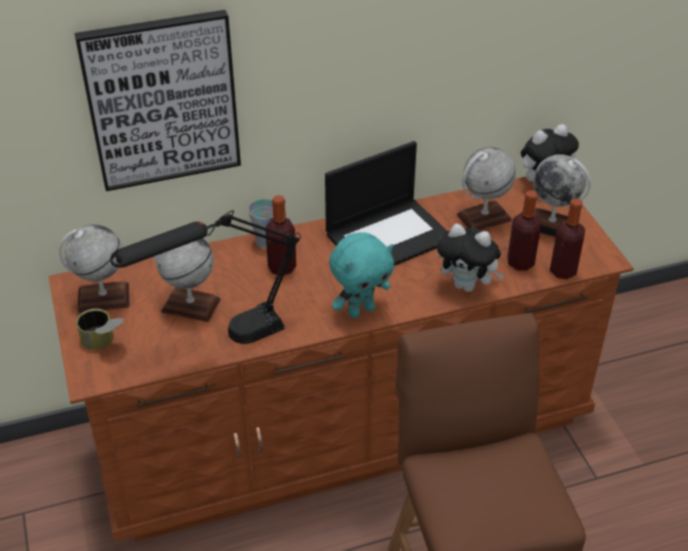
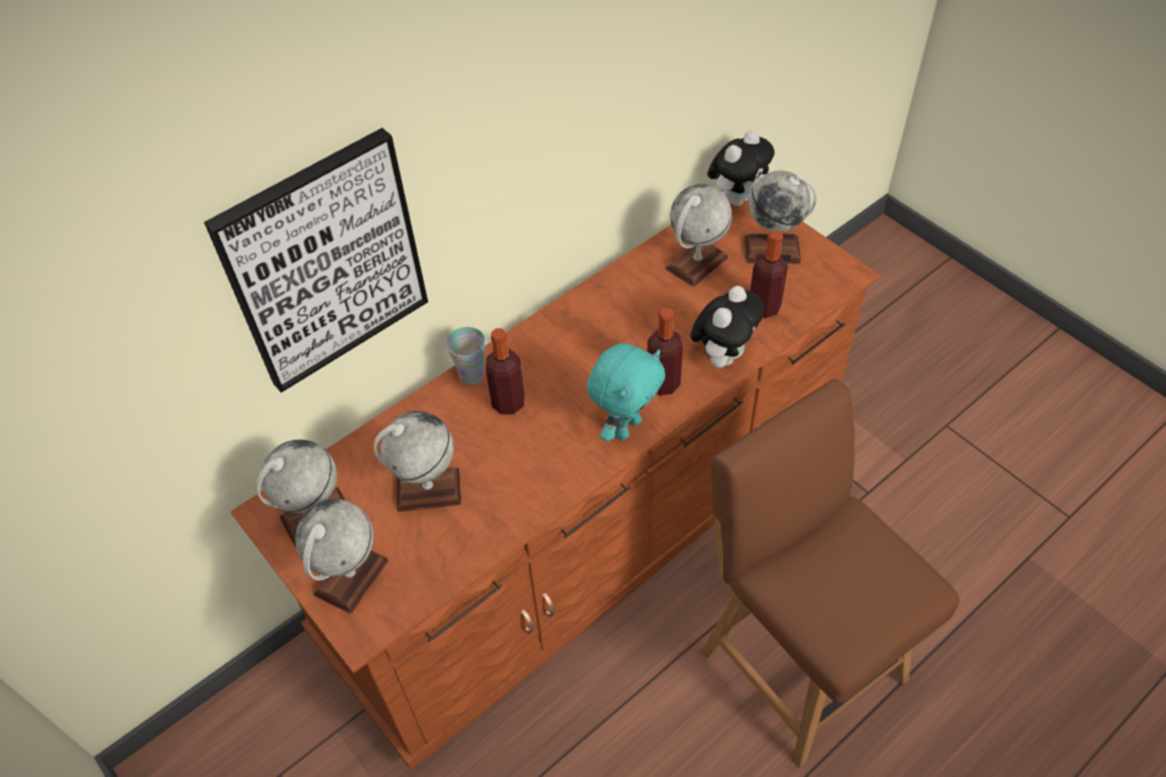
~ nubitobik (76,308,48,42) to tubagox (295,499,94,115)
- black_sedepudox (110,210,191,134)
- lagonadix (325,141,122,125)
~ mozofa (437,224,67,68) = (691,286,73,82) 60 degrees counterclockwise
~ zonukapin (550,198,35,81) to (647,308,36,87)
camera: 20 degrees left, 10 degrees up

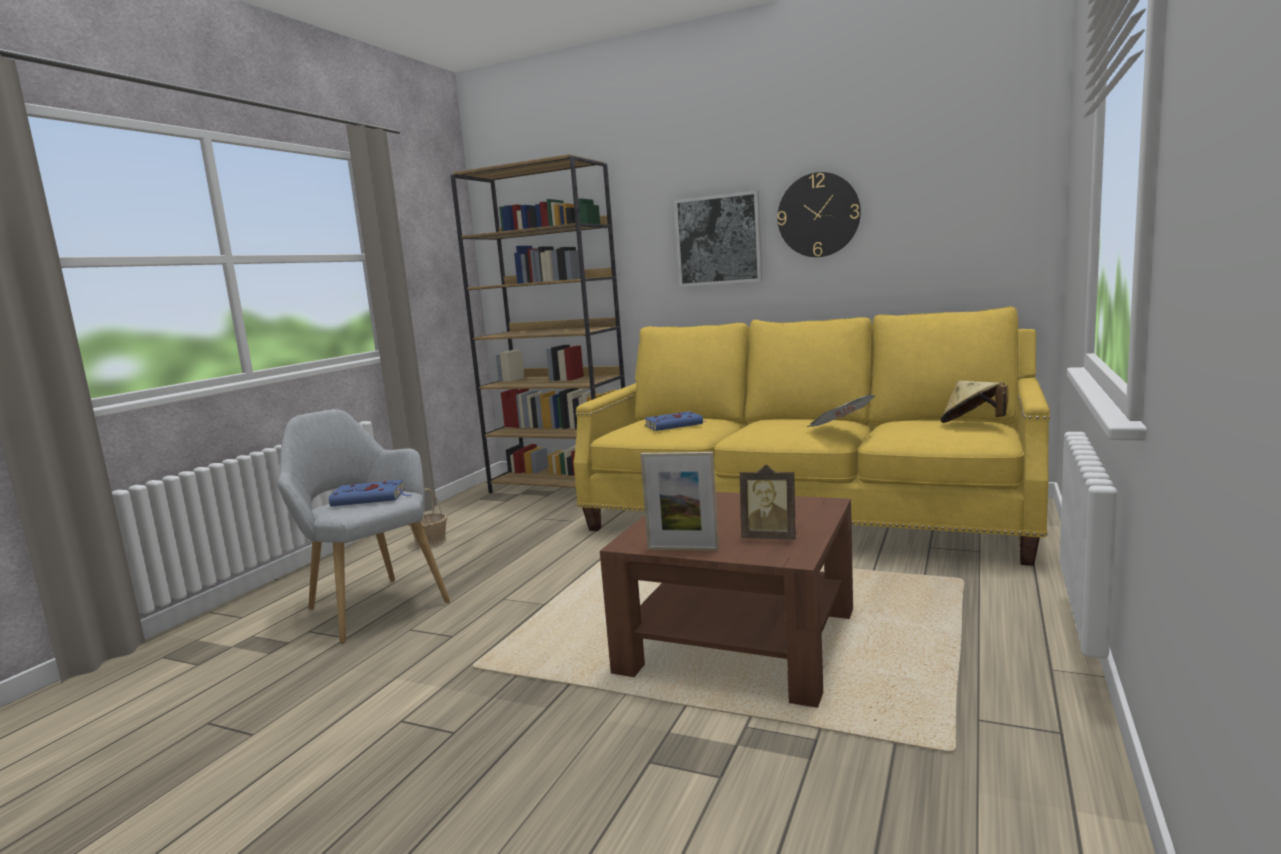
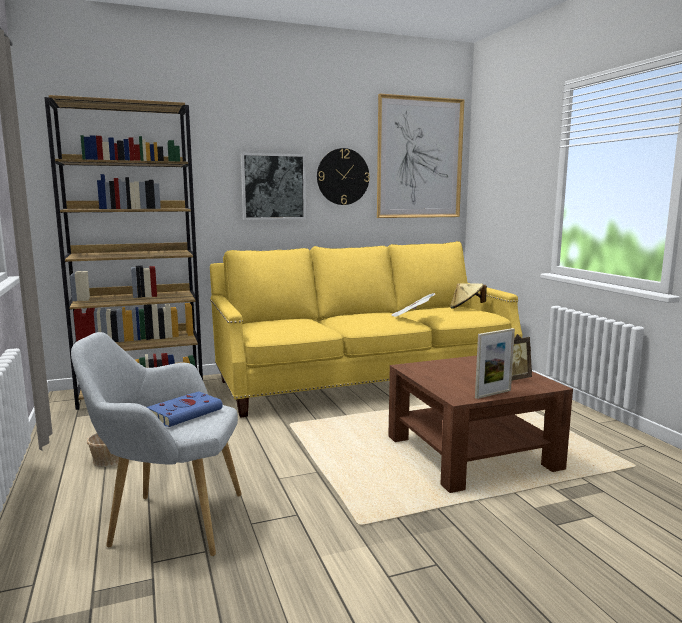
- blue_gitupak (645,411,62,20)
+ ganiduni (377,94,87,124)
camera: 45 degrees left, 0 degrees up

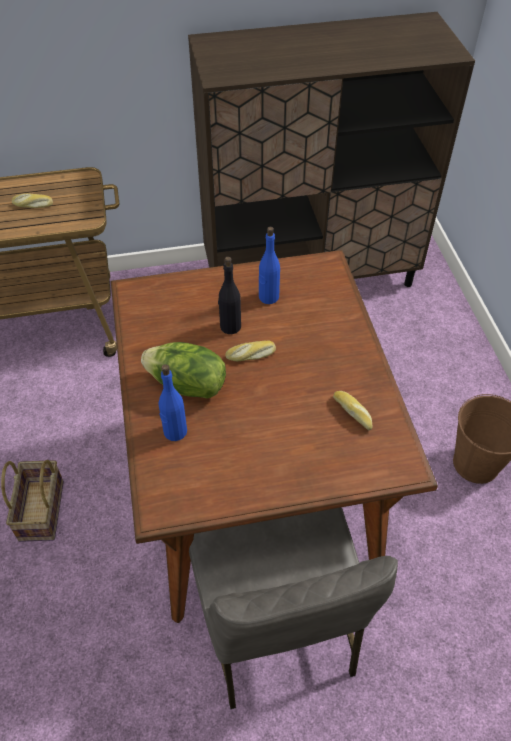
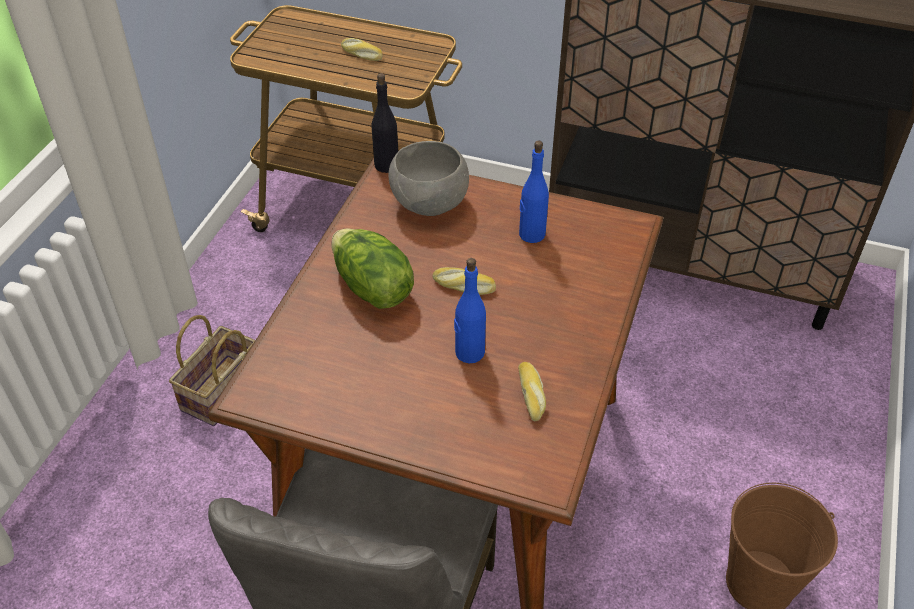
~ blue_zonukapin (159,364,28,77) to (454,258,32,105)
~ black_zonukapin (218,257,23,77) to (372,73,26,100)
+ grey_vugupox (388,141,81,75)
camera: 30 degrees right, 5 degrees down

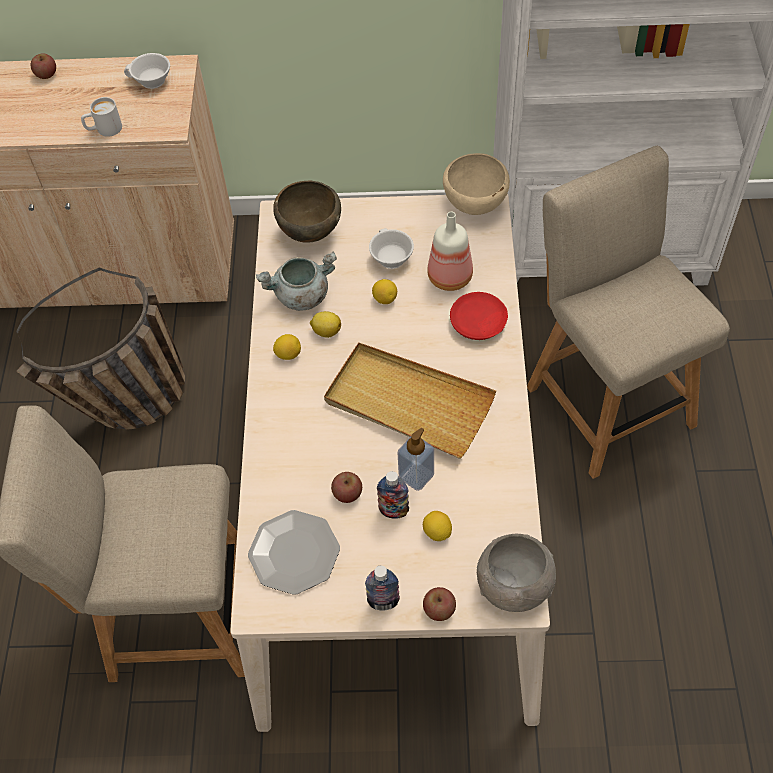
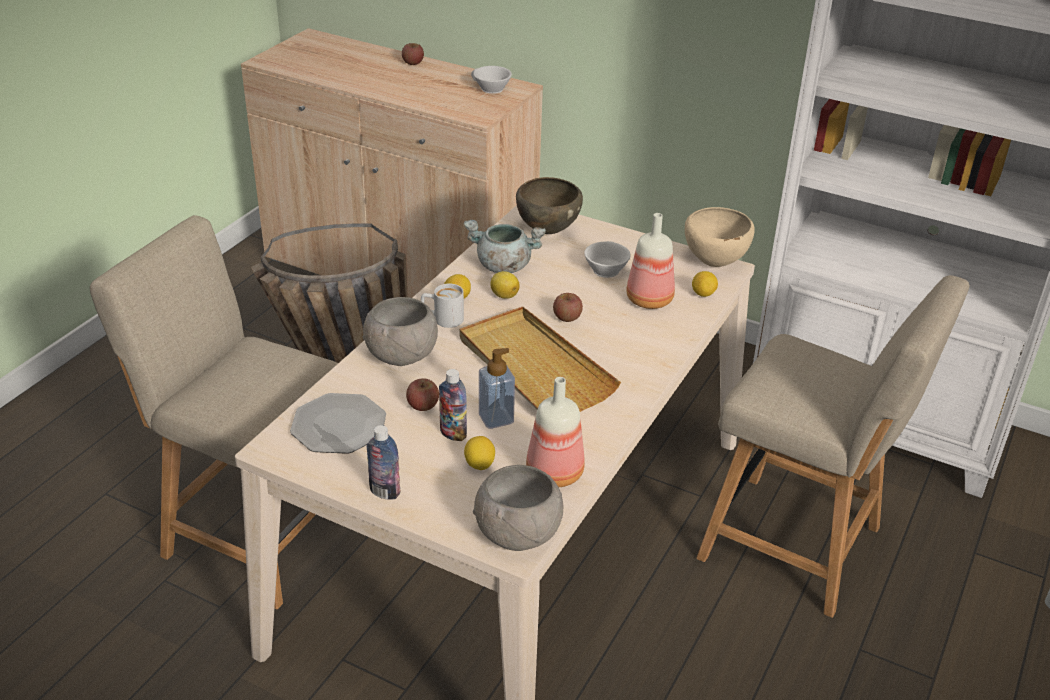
~ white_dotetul (81,97,41,40) to (421,283,43,45)
~ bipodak (372,279,25,25) to (692,271,26,26)
~ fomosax (423,587,33,34) to (553,293,30,29)
- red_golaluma (450,292,58,48)
~ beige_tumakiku (527,146,203,333) = (696,275,274,343) 120 degrees clockwise
+ grey_vugupox (362,297,76,69)
+ zonukapin (526,377,59,110)
camera: 25 degrees right, 20 degrees down

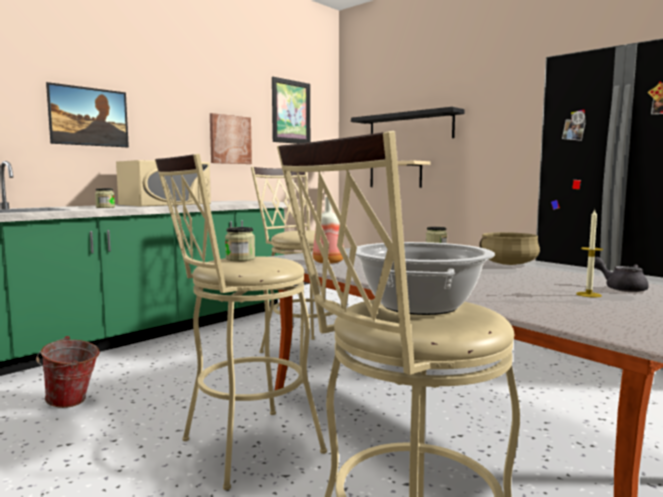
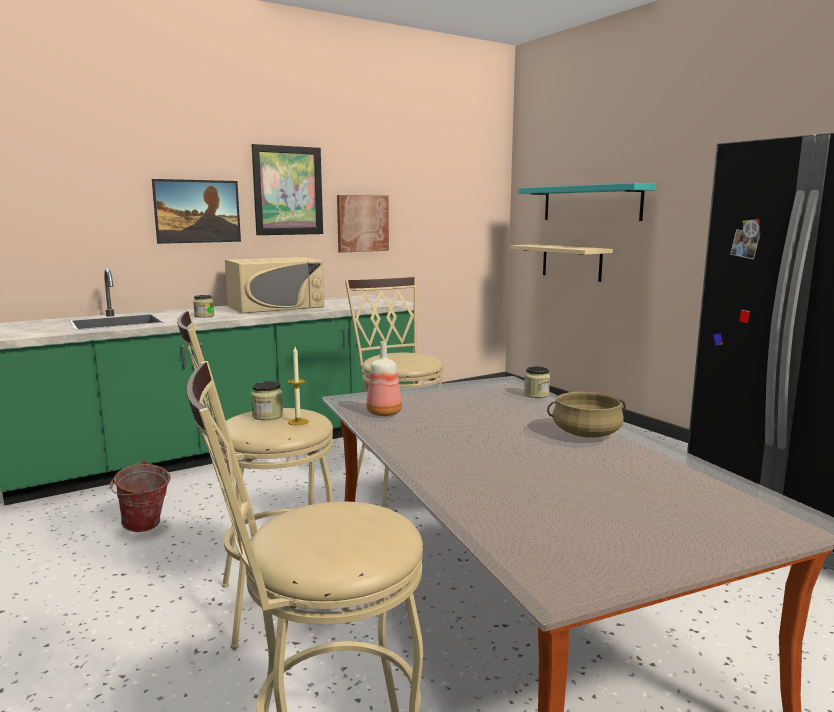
~ ganiduni (272,77,38,67) to (251,144,72,91)
~ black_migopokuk (351,107,114,31) to turquoise_migopokuk (519,183,137,38)
- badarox (355,242,140,73)
~ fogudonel (576,210,27,88) to (287,347,22,78)
- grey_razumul (594,257,55,35)
camera: 15 degrees right, 5 degrees up

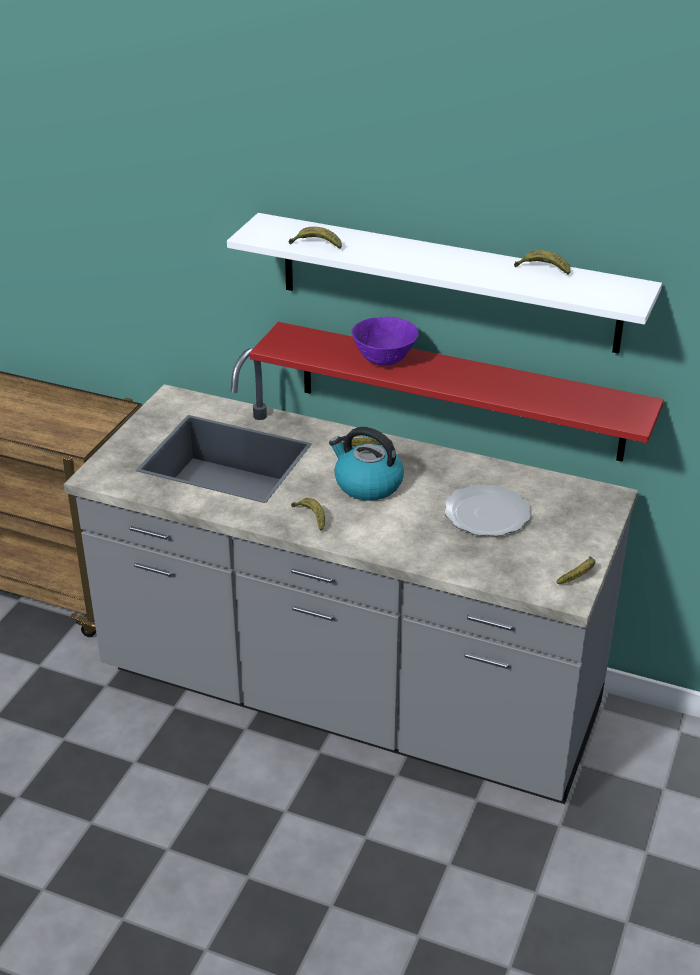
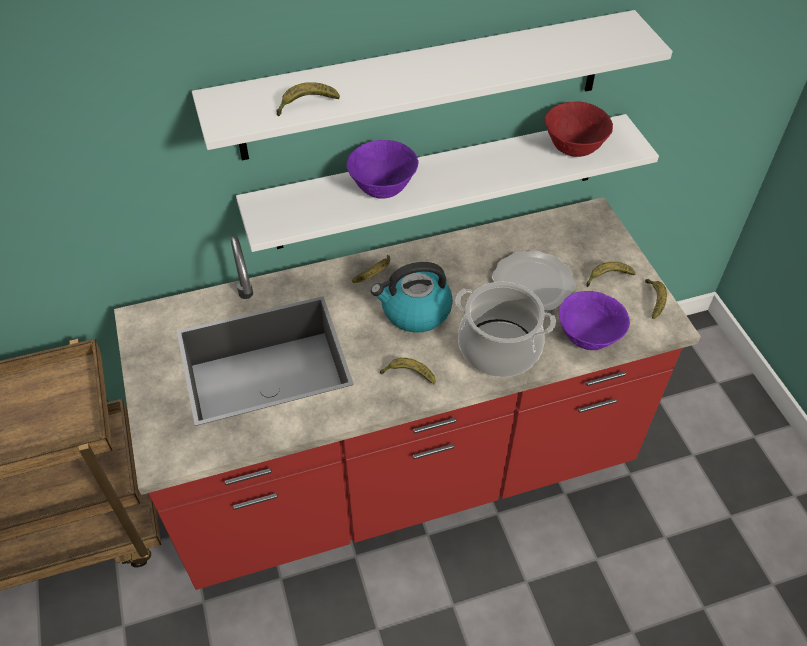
~ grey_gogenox (64,348,574,456) to red_gogenox (114,197,587,393)
~ red_migopokuk (249,322,415,140) to white_migopokuk (236,114,423,138)
~ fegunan (514,250,56,25) to (587,262,48,25)
+ badarox (455,282,101,95)
+ red_vugupox (545,101,68,56)
+ purple_vugupox (559,291,71,59)
camera: 40 degrees left, 15 degrees up

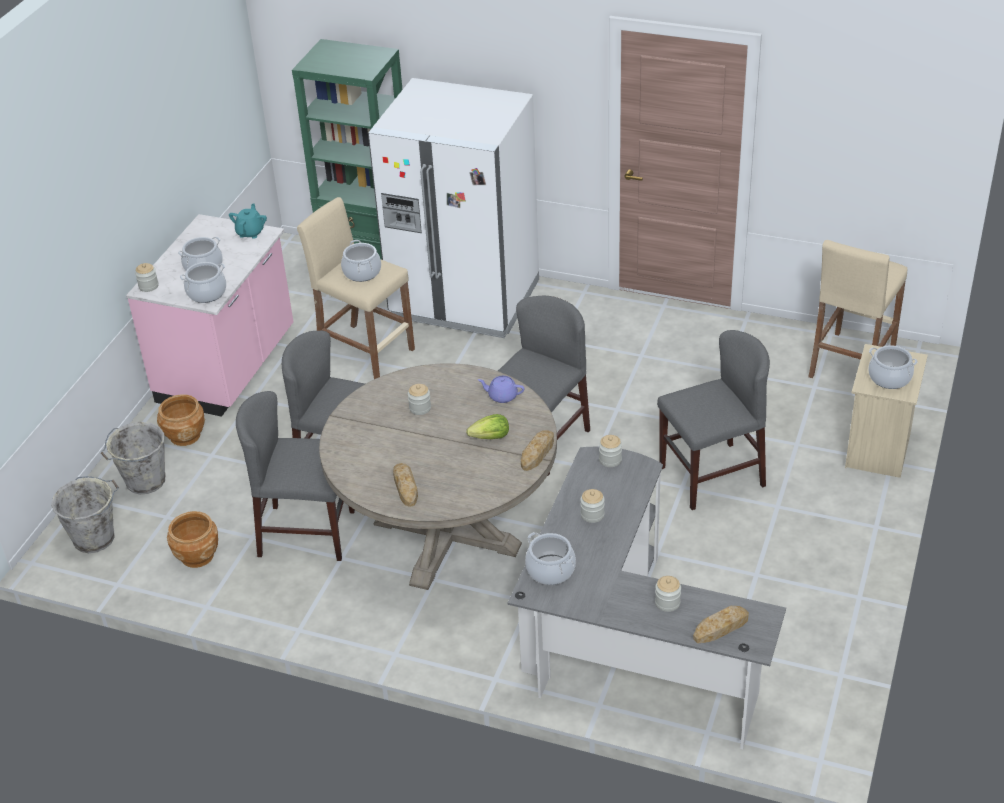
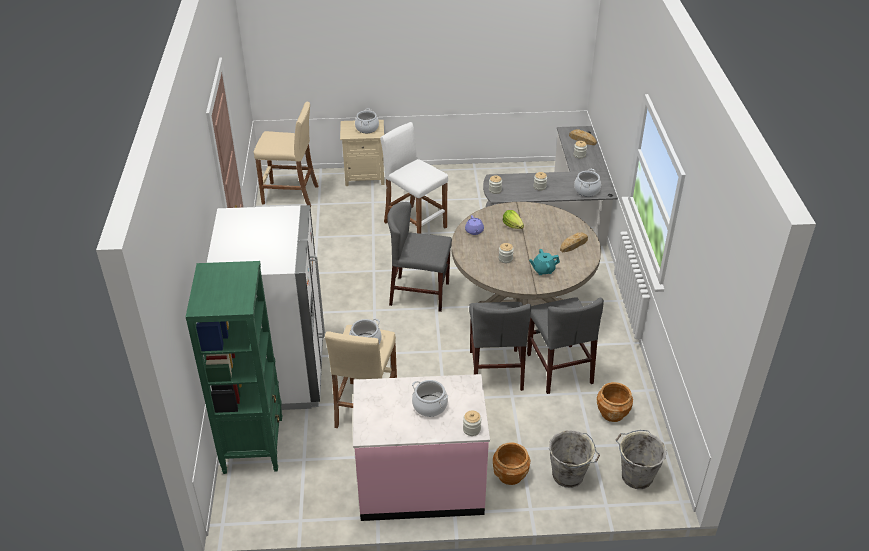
- badarox (180,262,46,41)
~ turquoise_razumul (229,204,38,35) to (529,249,31,26)
- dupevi (521,430,33,41)
~ grey_tumakiku (657,330,113,180) to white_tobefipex (380,122,68,112)
camera: 115 degrees left, 0 degrees up

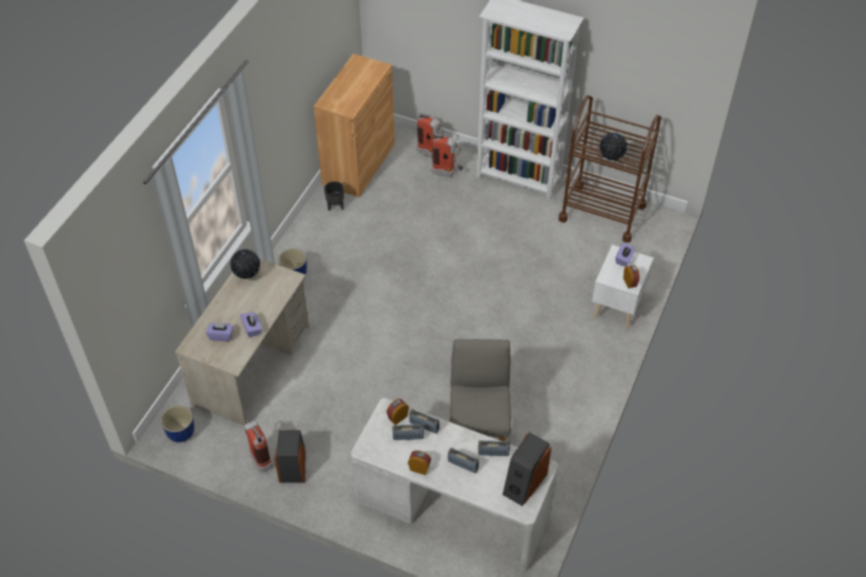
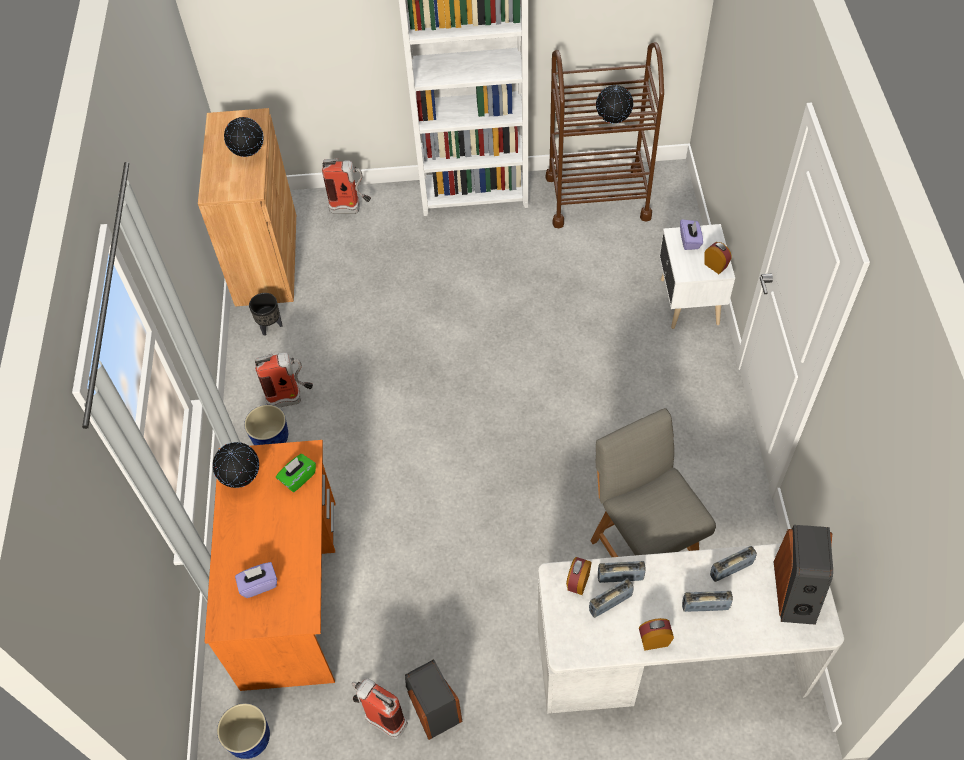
~ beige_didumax (175,259,134,167) to orange_didumax (204,440,131,251)
- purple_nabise (240,312,22,25)
~ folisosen (432,134,32,43) to (255,352,58,56)
+ tubagox (224,117,40,40)
+ green_nabise (276,454,40,38)
camera: 25 degrees left, 5 degrees up

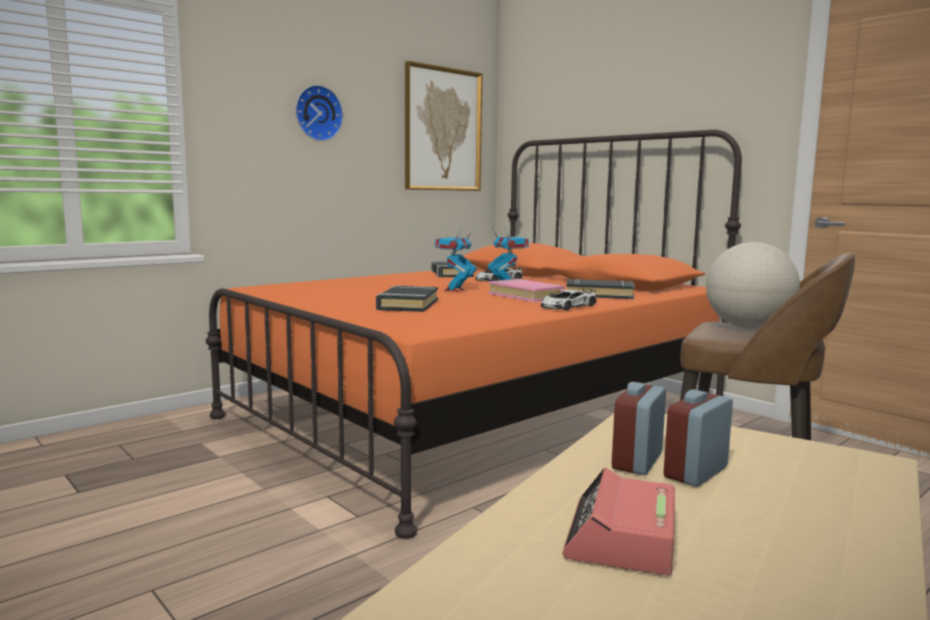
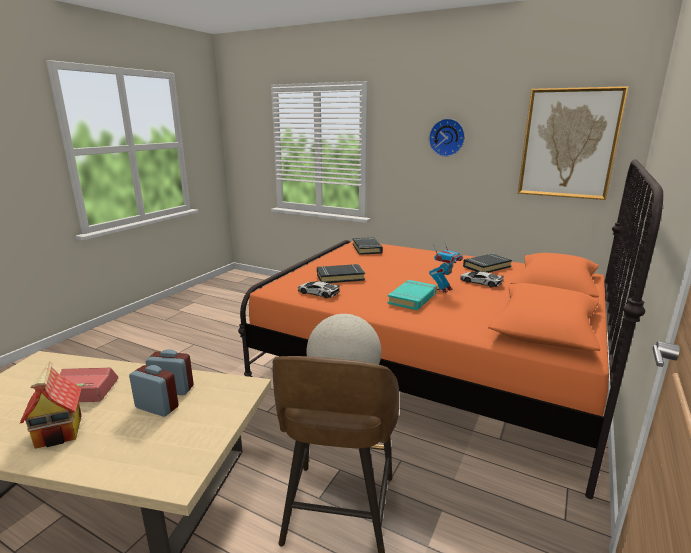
- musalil (435,227,42,65)
~ pink_gitupak (488,279,77,23) to turquoise_gitupak (388,280,49,30)
~ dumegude (540,288,57,22) to (298,281,42,17)
~ black_gitupak (566,279,69,20) to (353,237,30,18)
+ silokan (19,361,63,88)
camera: 70 degrees right, 10 degrees up

